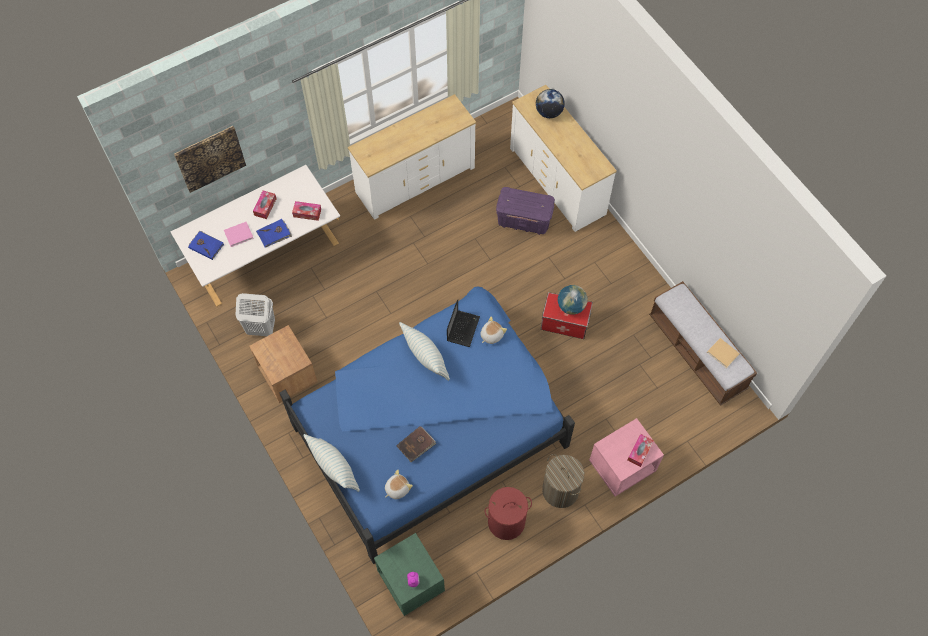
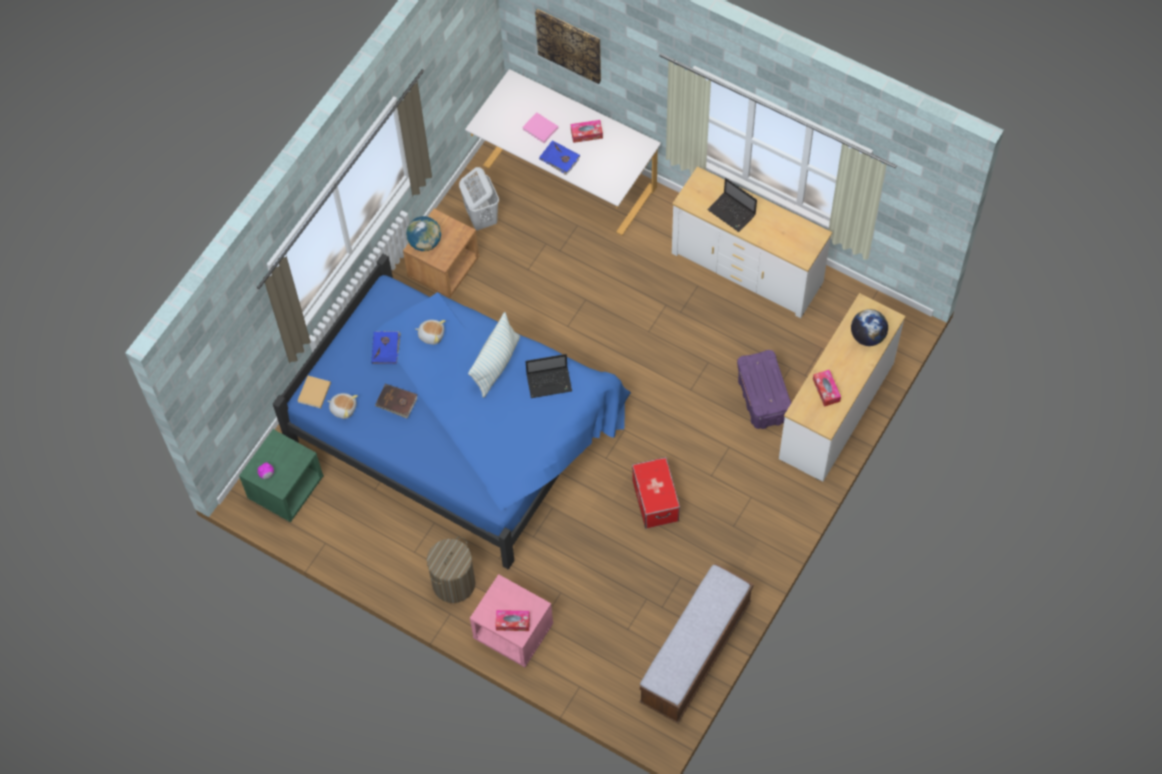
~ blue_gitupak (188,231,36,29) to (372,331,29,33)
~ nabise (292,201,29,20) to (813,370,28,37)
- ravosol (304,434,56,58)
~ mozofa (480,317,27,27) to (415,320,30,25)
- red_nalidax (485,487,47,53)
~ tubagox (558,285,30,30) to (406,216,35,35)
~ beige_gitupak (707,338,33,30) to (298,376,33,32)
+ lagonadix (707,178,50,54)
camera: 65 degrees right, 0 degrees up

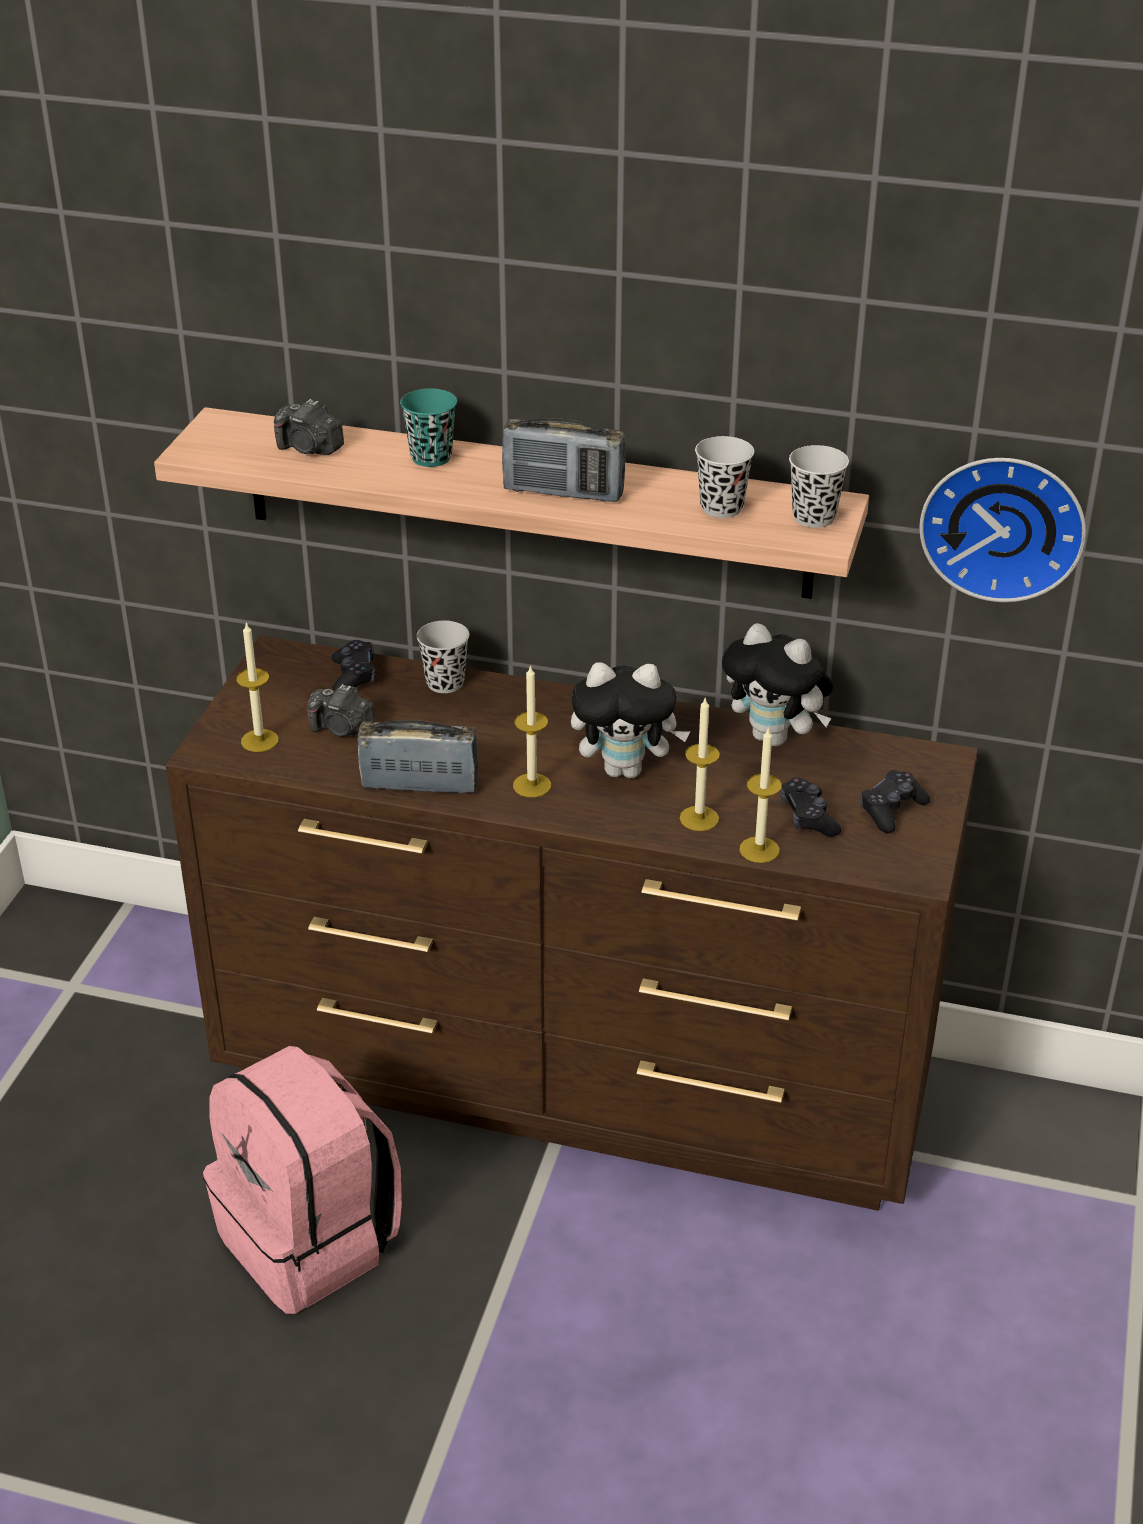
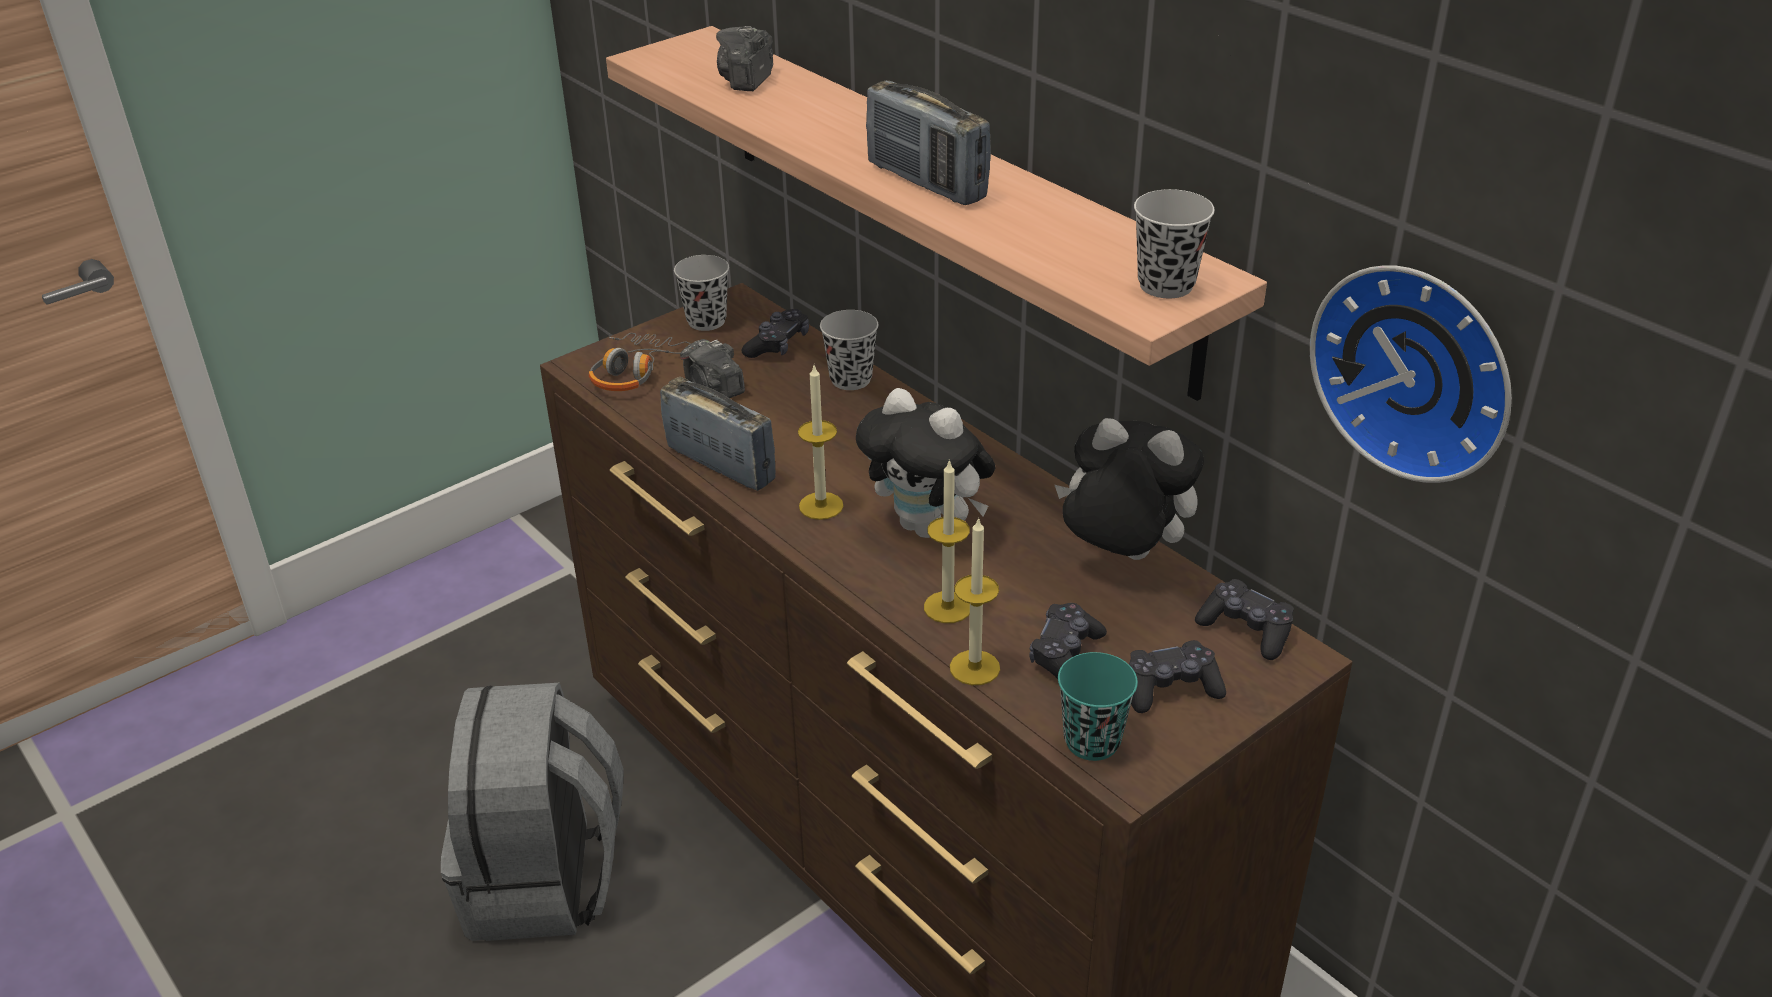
~ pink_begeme (203,1046,199,268) to grey_begeme (441,683,183,258)
~ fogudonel (236,622,43,130) to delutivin (589,333,102,58)
~ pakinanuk (274,399,70,56) = (716,26,57,65) 45 degrees clockwise
~ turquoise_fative (400,388,57,79) to (1058,652,80,109)
~ black_fative (695,436,59,82) to (674,255,55,76)
~ mozofa (722,623,111,123) = (1055,418,149,142) 135 degrees clockwise
+ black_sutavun (1195,579,99,81)
camera: 35 degrees right, 0 degrees up

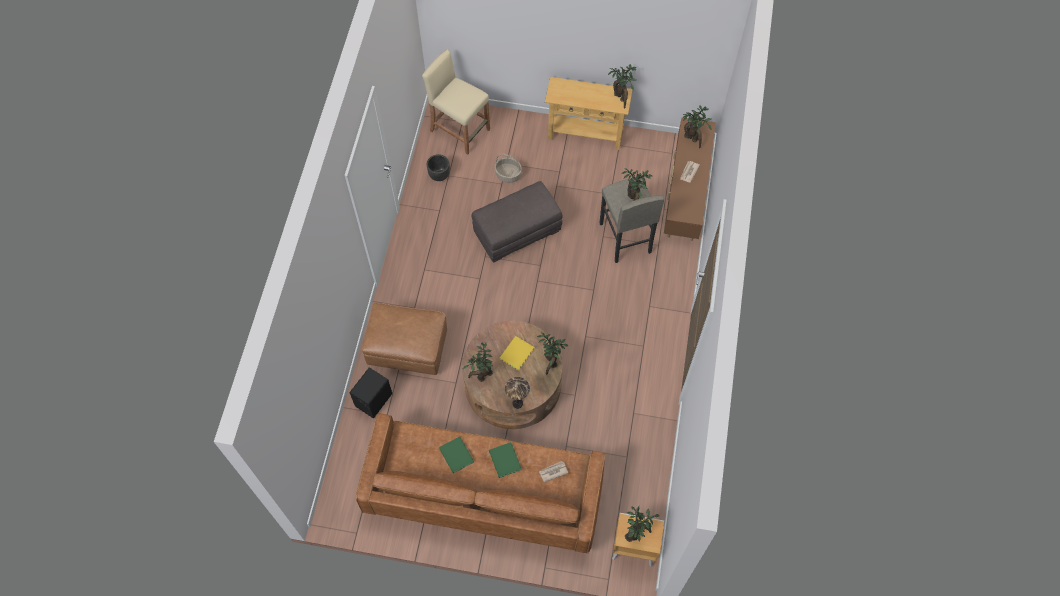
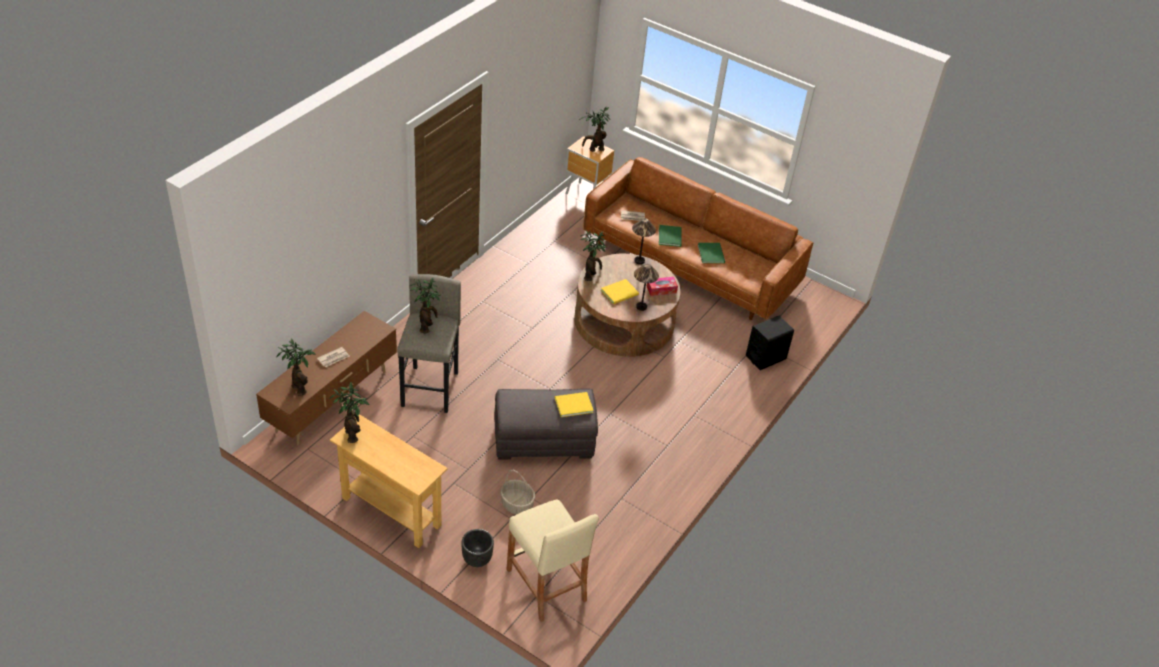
- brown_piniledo (362,302,85,73)
~ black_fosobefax (427,154,23,27) to (462,529,32,38)
~ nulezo (463,343,30,39) to nabise (646,277,32,19)
+ yellow_gitupak (555,392,39,25)
+ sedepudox (634,264,25,47)
camera: 160 degrees left, 20 degrees down

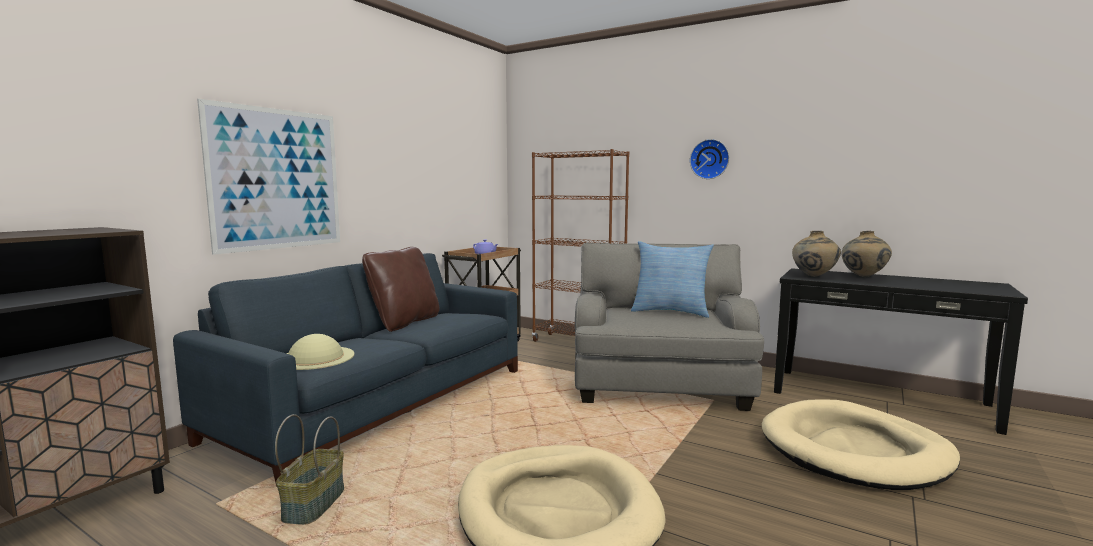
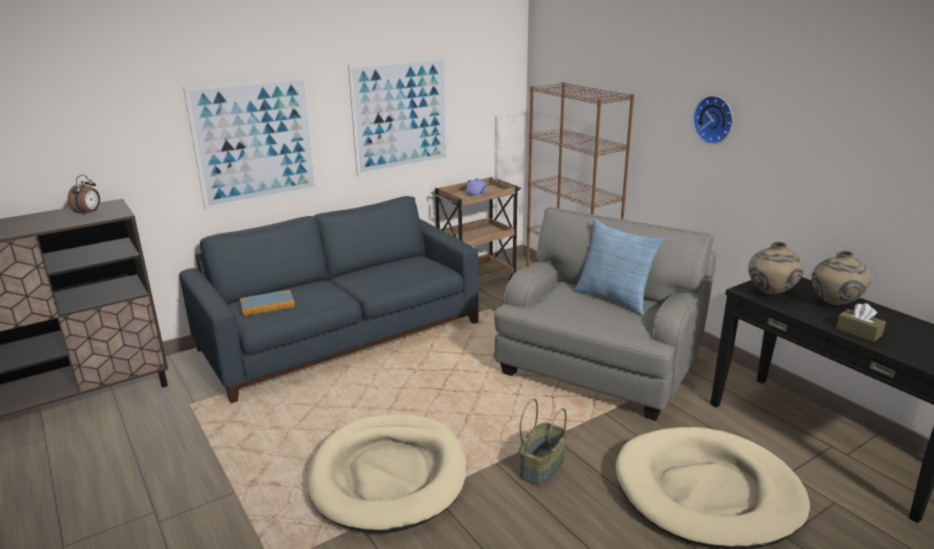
~ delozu (275,414,69,111) to (519,398,48,88)
~ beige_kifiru (286,334,68,36) to gitupak (240,290,55,26)
- brown_ravosol (362,247,78,85)
+ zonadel (68,175,32,41)
+ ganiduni (348,56,100,120)
+ brown_nabise (836,303,50,39)
camera: 25 degrees right, 15 degrees up

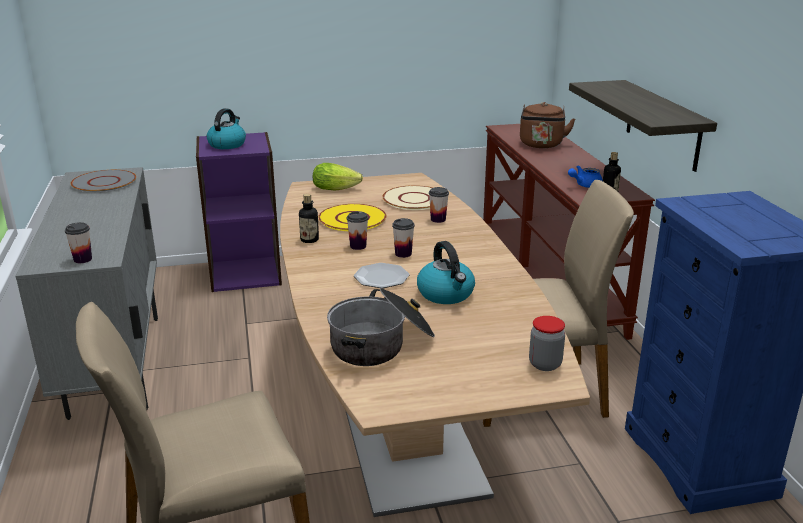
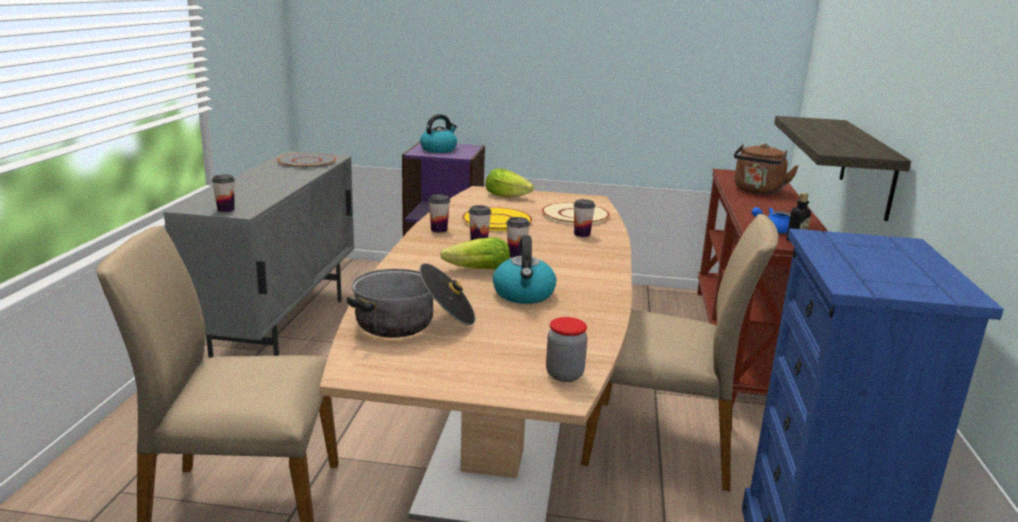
~ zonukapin (299,194,20,49) to fative (428,195,22,38)
~ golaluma (354,263,56,25) to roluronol (440,237,70,32)
camera: 20 degrees right, 5 degrees down

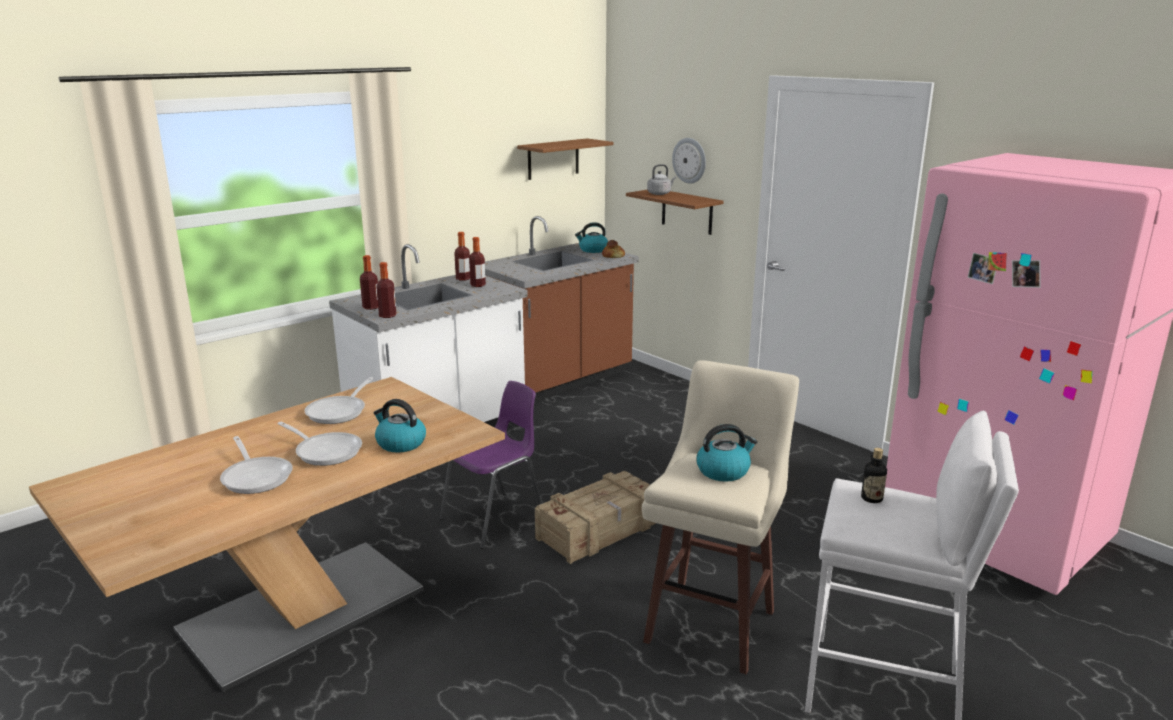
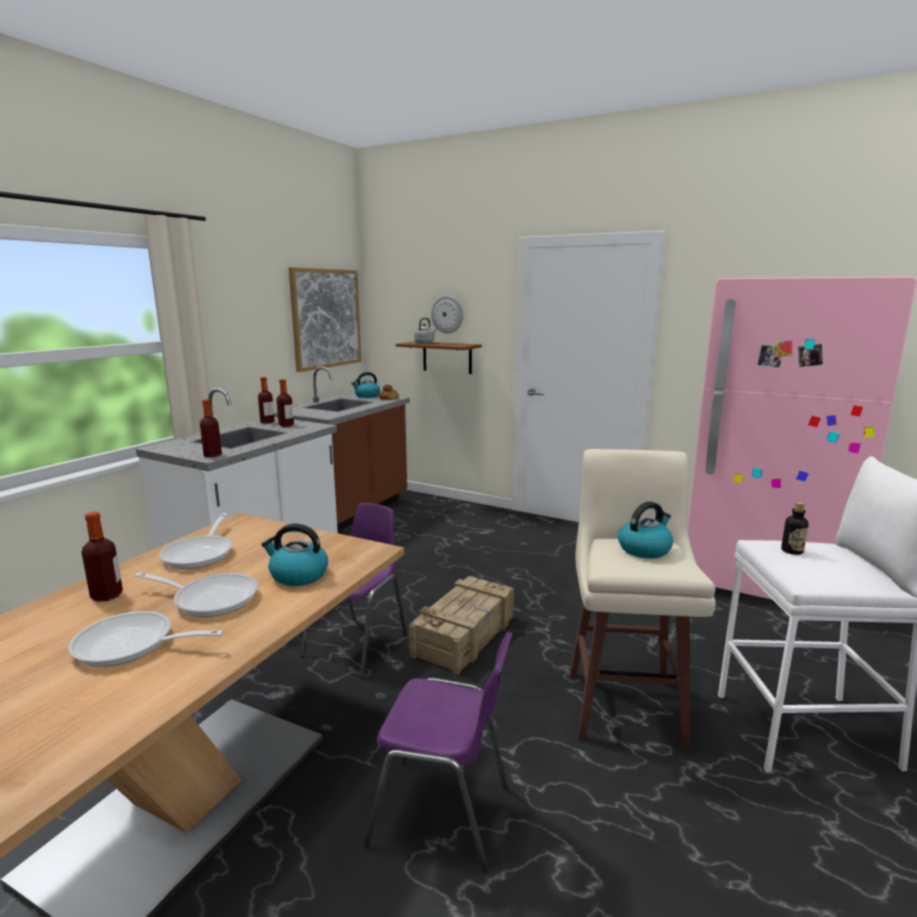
~ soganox (220,436,73,58) = (68,611,156,56) 150 degrees clockwise
~ zonukapin (360,255,18,55) to (81,512,42,90)
~ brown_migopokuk (517,138,97,42) to ganiduni (289,267,73,105)
+ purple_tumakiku (364,632,149,241)
camera: 20 degrees left, 5 degrees down

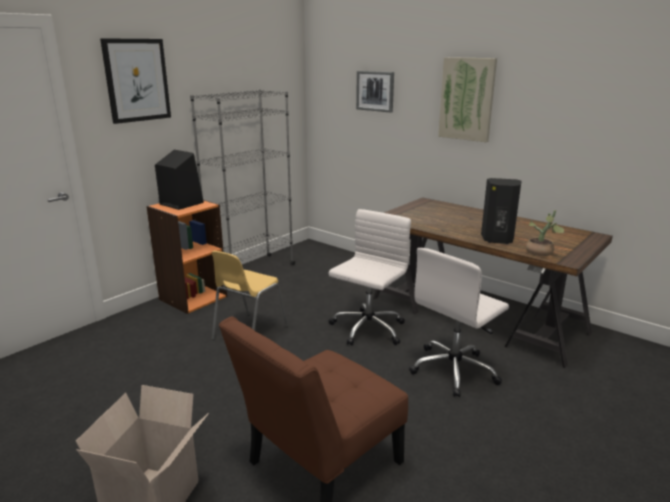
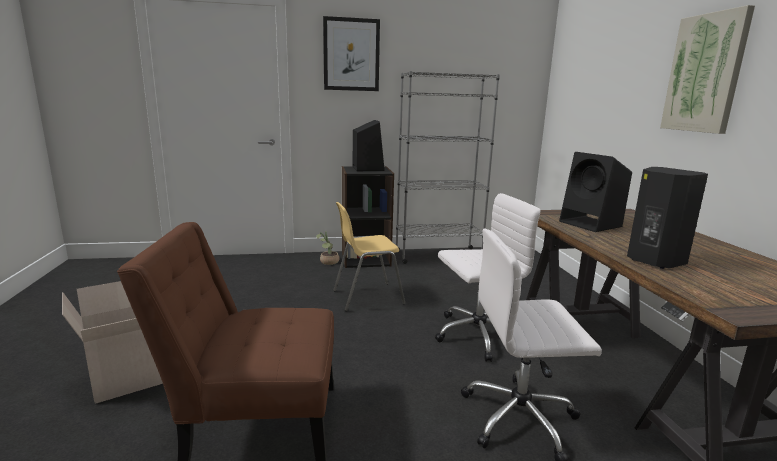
~ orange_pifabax (146,200,81,114) to black_pifabax (342,166,52,102)
- ganiduni (356,71,38,42)
~ nulezo (526,210,38,46) to (316,231,24,34)
+ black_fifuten (559,152,73,80)
camera: 40 degrees right, 5 degrees down

